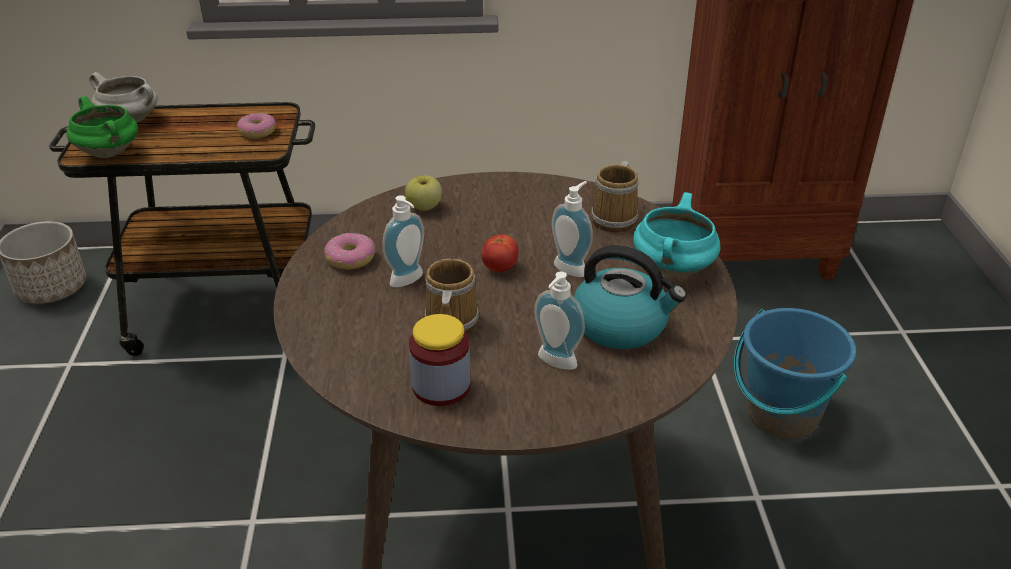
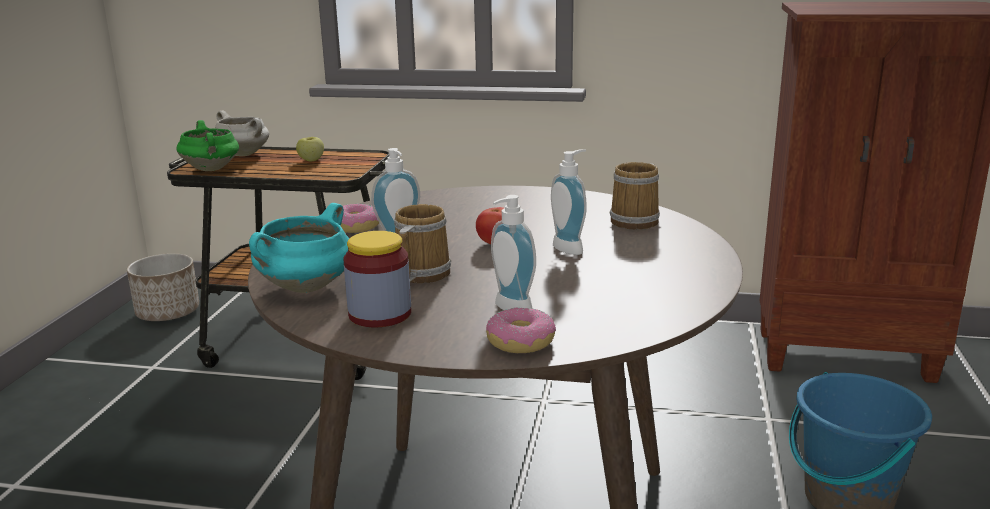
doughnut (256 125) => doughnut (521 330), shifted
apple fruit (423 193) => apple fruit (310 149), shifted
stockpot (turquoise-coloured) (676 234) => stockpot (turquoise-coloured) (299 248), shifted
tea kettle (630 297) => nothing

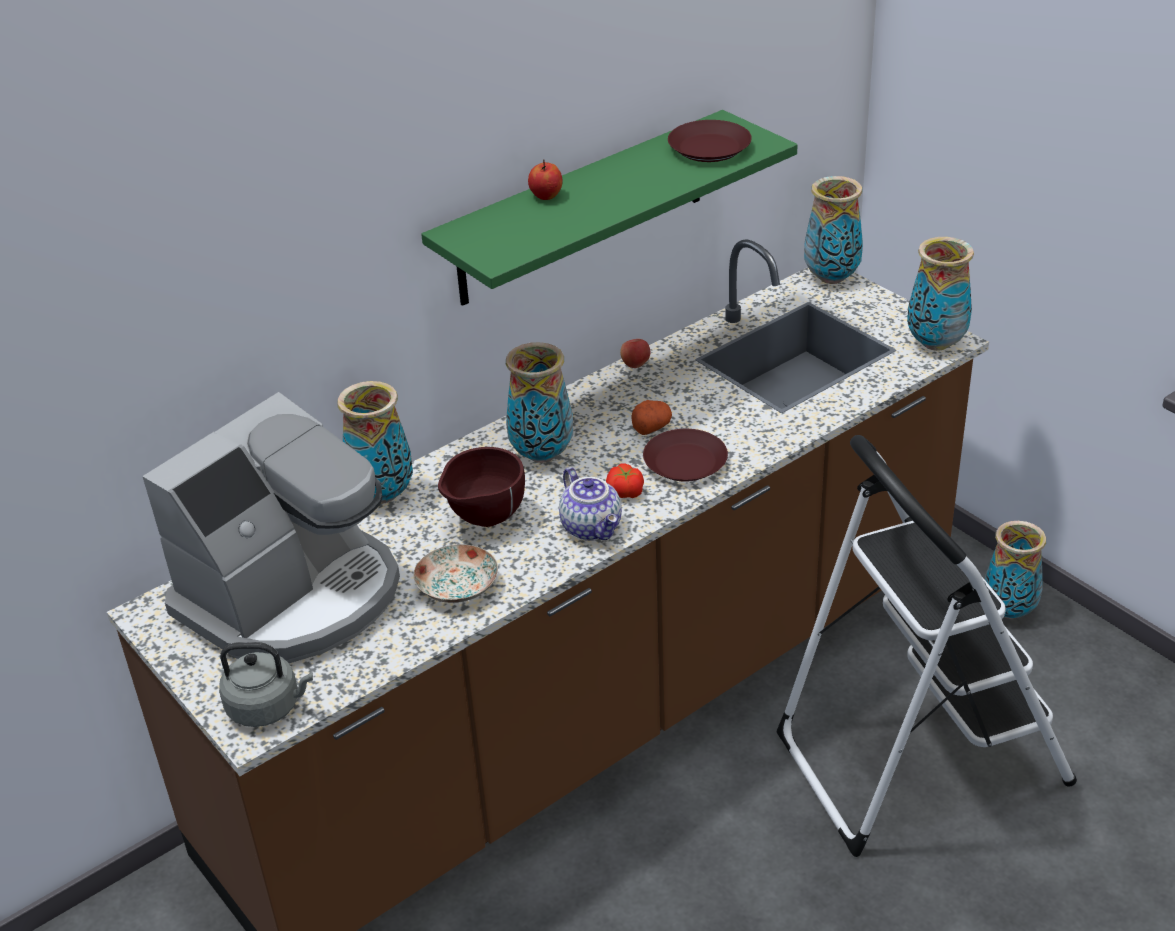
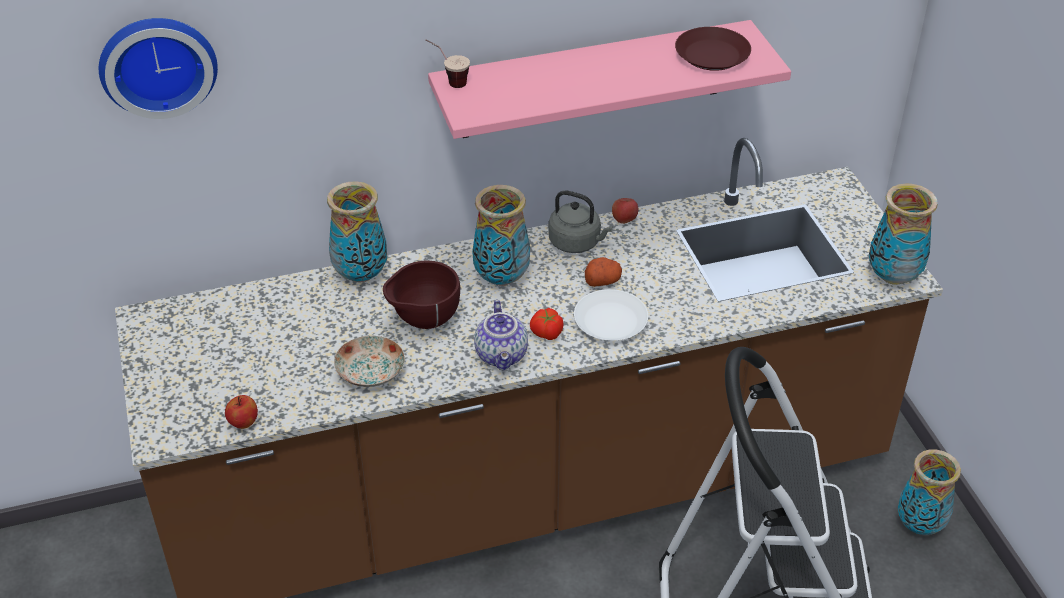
wall shelf (green-coloured) (609 208) => wall shelf (pink) (609 79)
apple fruit (545 179) => apple fruit (241 412), shifted
decorative vase (833 230) => nothing
coffee machine (271 527) => nothing
dinner plate (brown-coloured) (685 455) => dinner plate (whitish) (611 315)
tea kettle (grey) (266 684) => tea kettle (grey) (580 222), shifted
nothing => hanging clock (158 68)
nothing => drinking cup (448 63)

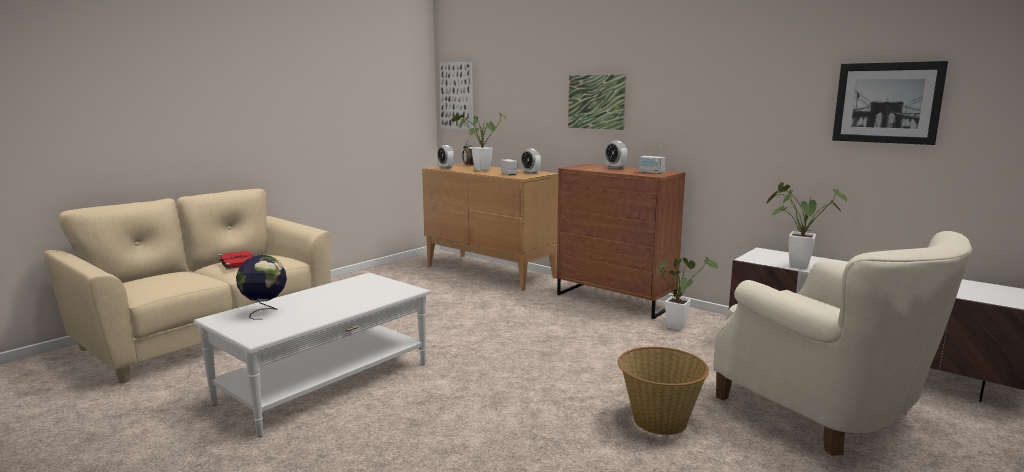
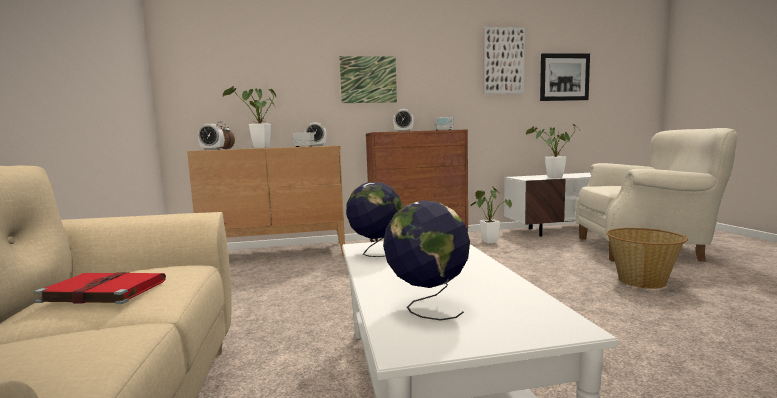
wall art (456 96) => wall art (504 60), shifted
nothing => desk globe (374 219)

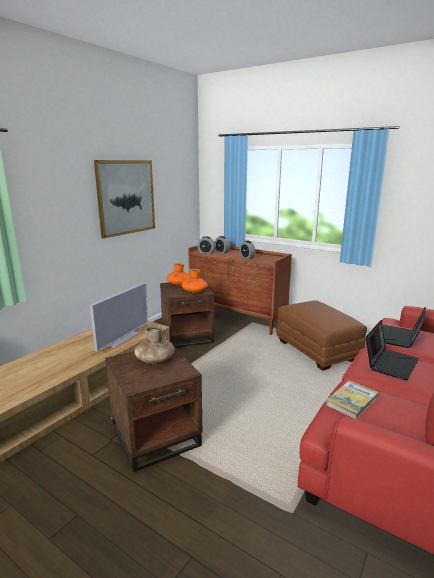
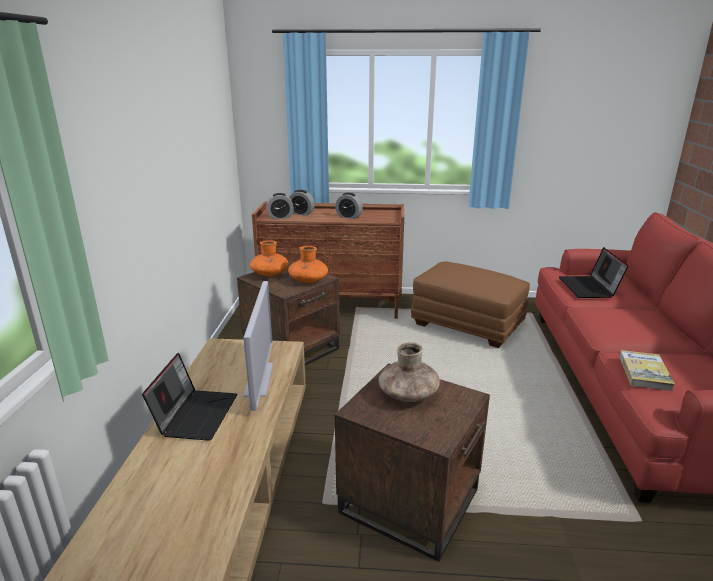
wall art (124 199) => nothing
laptop (392 350) => laptop (189 397), shifted

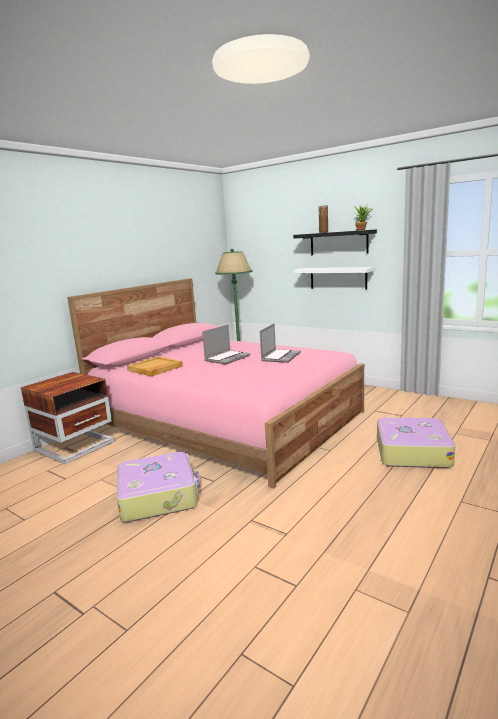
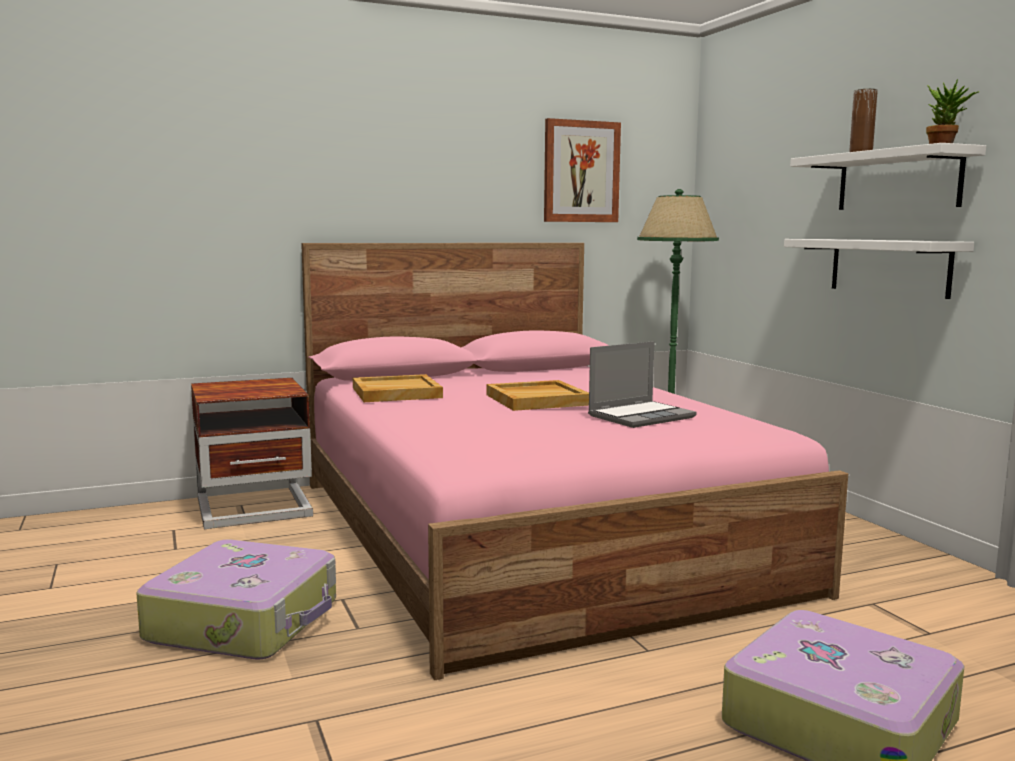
wall shelf (black-coloured) (335 242) => wall shelf (whitish) (888 176)
laptop (226 345) => tray (beige) (537 395)
nothing => wall art (582 170)

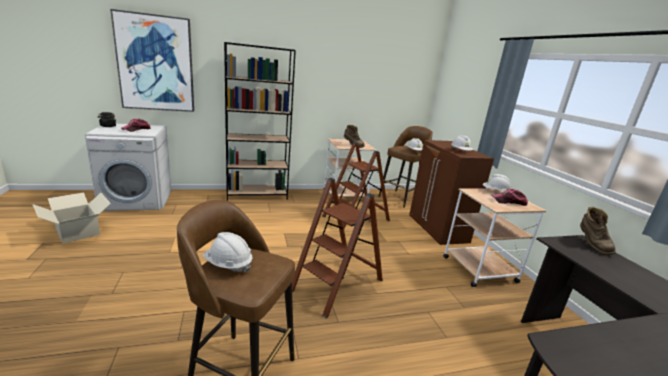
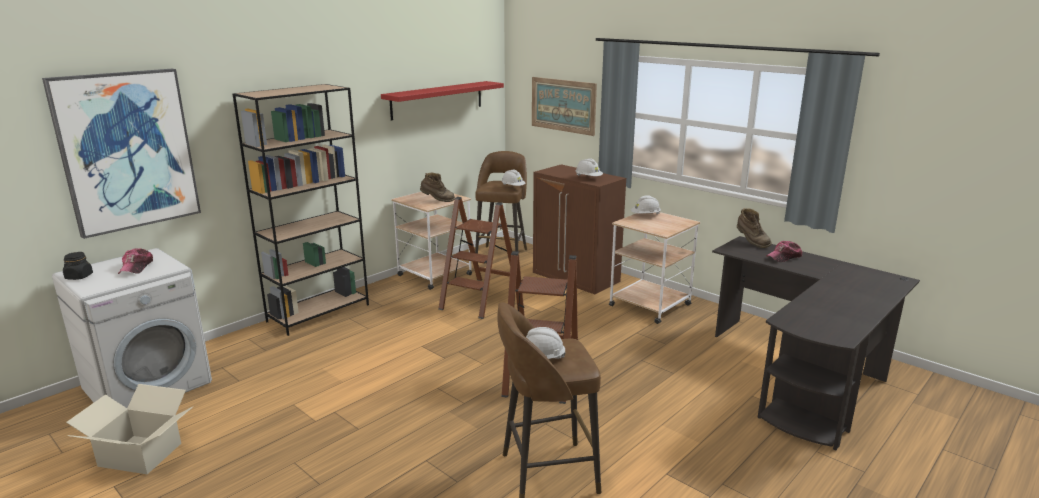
peaked cap (510 197) => peaked cap (784 251), shifted
nothing => wall art (564 106)
nothing => wall shelf (red-coloured) (442 101)

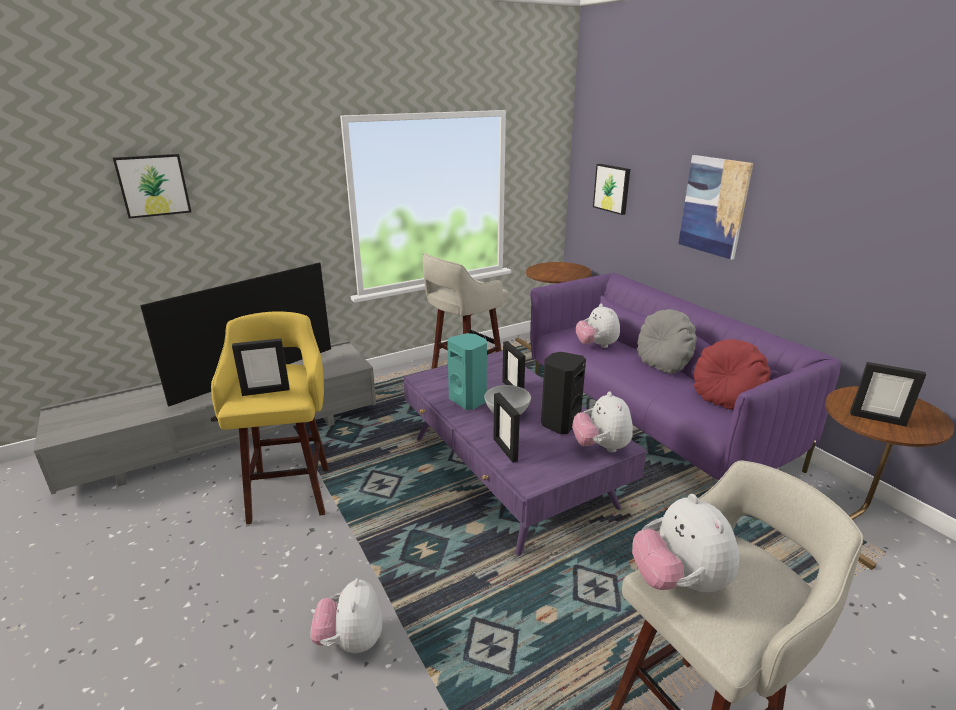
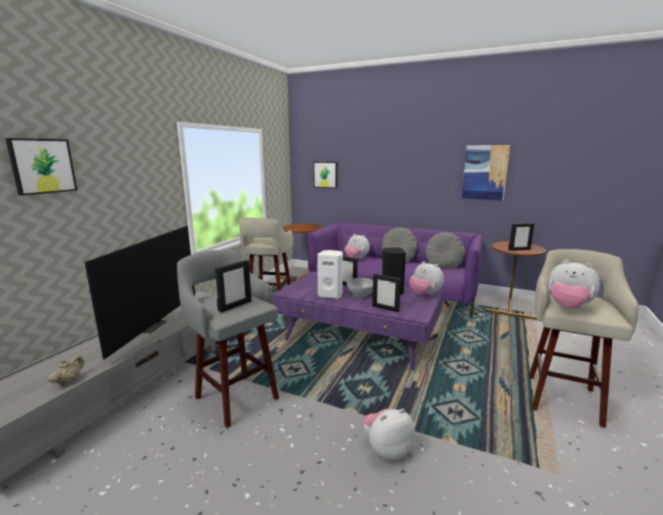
wall art (715 207) => wall art (486 172), shifted
stool (yellow-coloured) (270 417) => stool (grey) (228 338)
audio speaker (turquoise-coloured) (467 371) => audio speaker (whitish) (330 274)
throw pillow (red-coloured) (732 374) => throw pillow (grey) (445 250)
cuddly toy (346 615) => cuddly toy (389 434), 105 degrees clockwise
nothing => teapot (beige) (66 370)

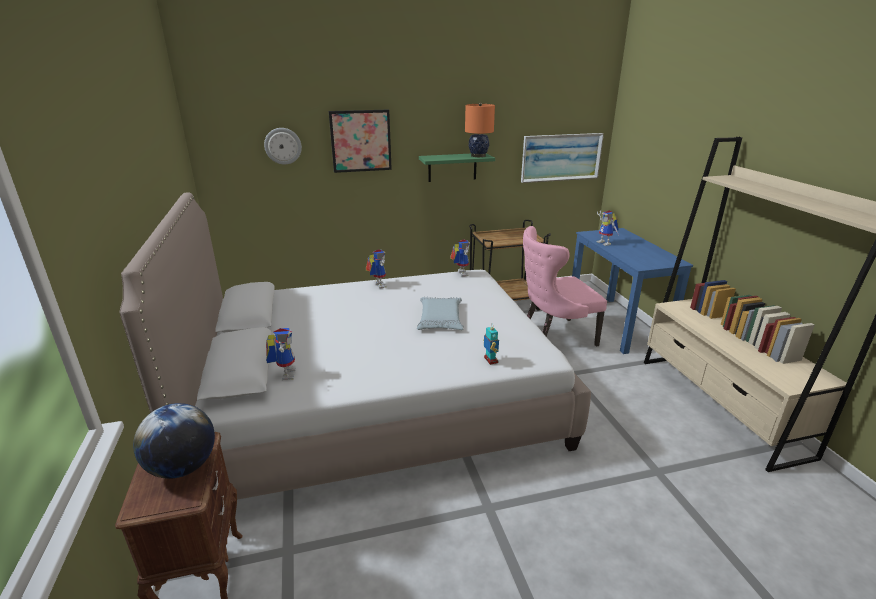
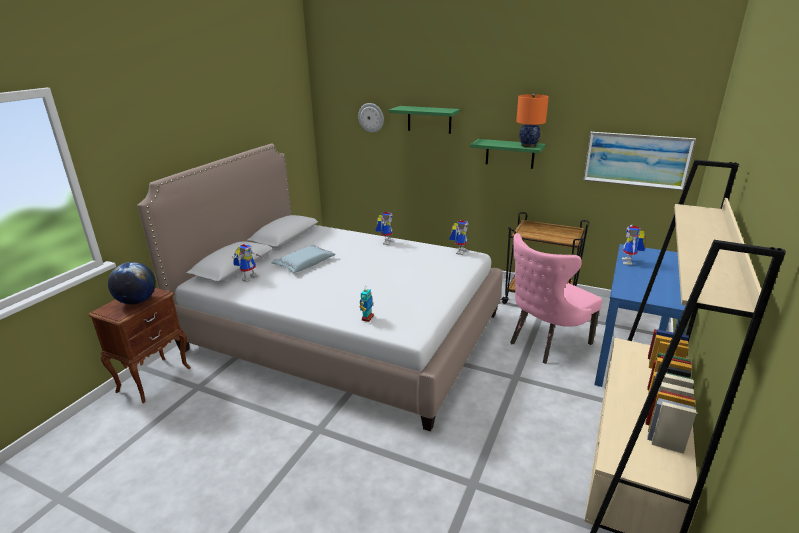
wall art (360 141) => wall shelf (green-coloured) (424 120)
plain chair (pink) (565 286) => plain chair (pink) (556 298), 60 degrees counterclockwise
throw pillow (bluish) (440 313) => throw pillow (bluish) (303 259), shifted

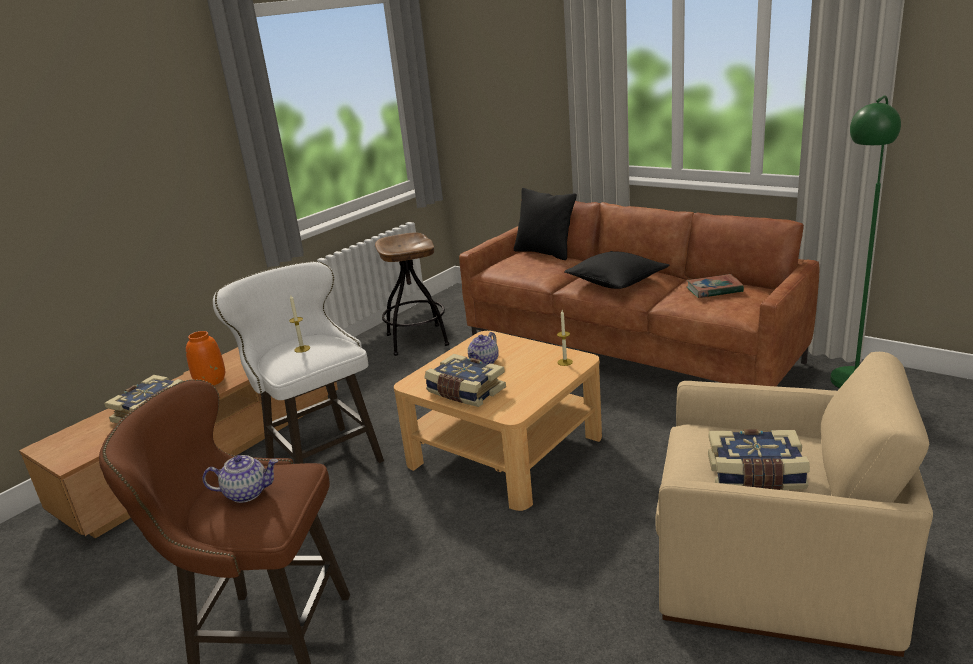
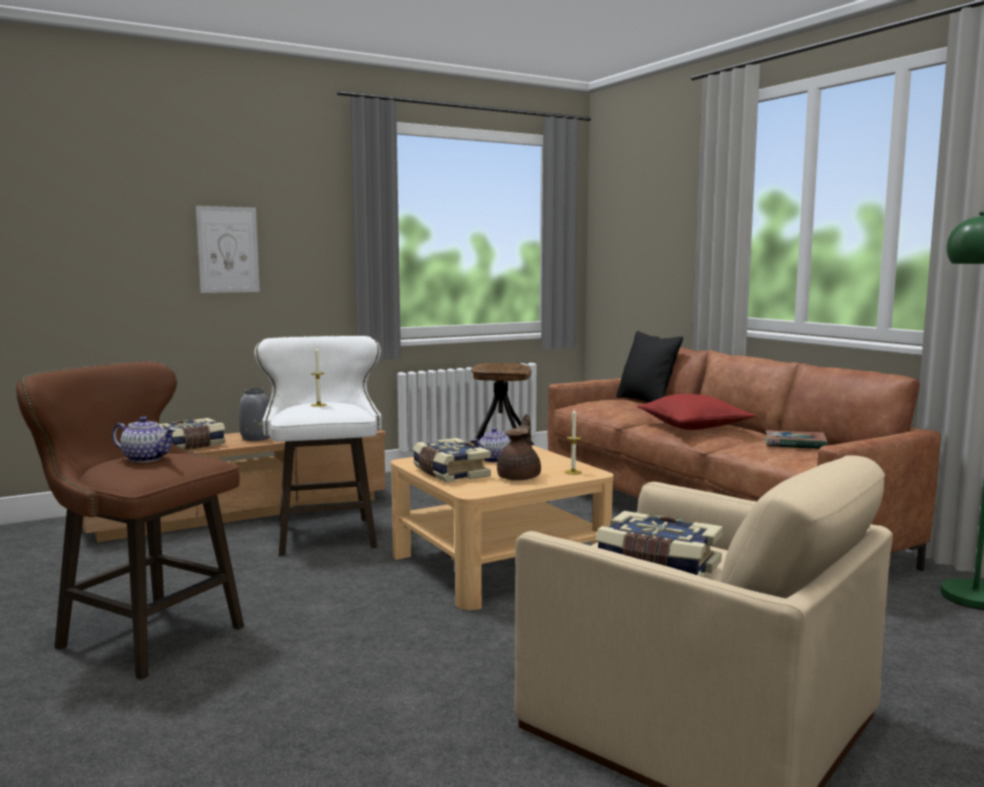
throw pillow (black-coloured) (616 270) => throw pillow (red-coloured) (696 412)
decorative vase (orange) (205 358) => decorative vase (grey) (254 414)
nothing => wall art (228 249)
nothing => teapot (brown-coloured) (519 447)

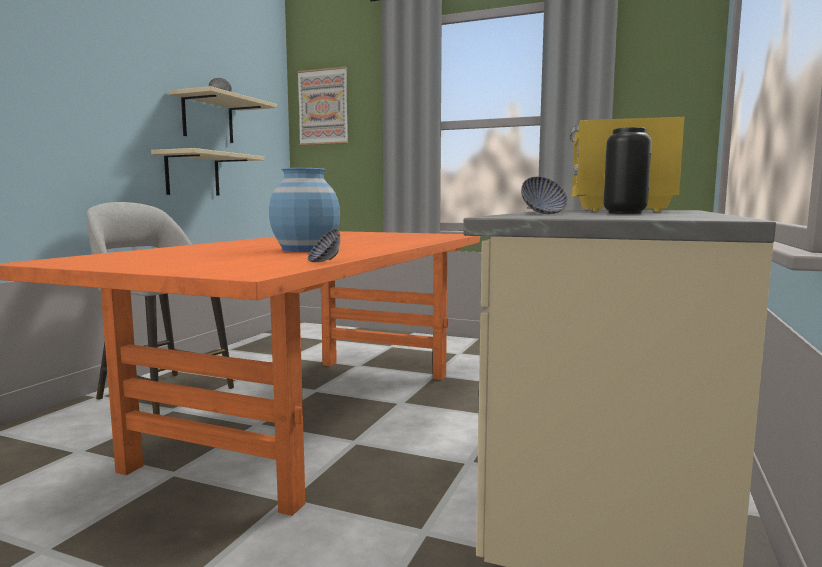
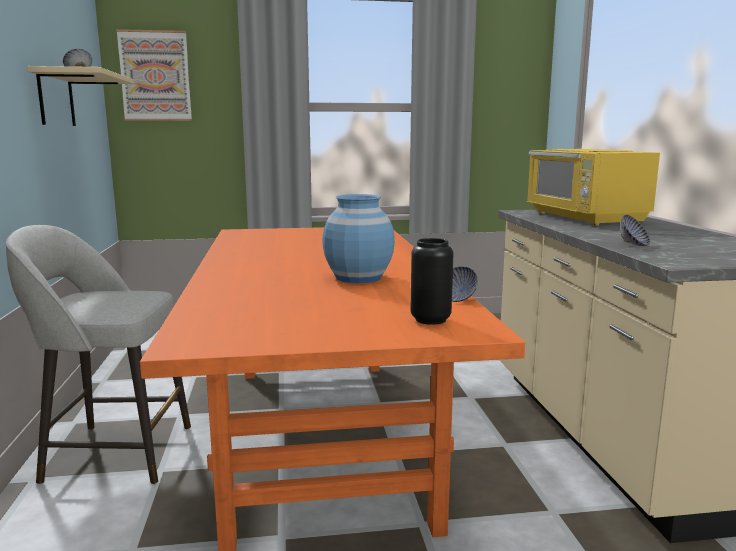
decorative vase (black-coloured) (627 170) => decorative vase (black-coloured) (432 281), shifted
wall shelf (beige) (207 171) => nothing

